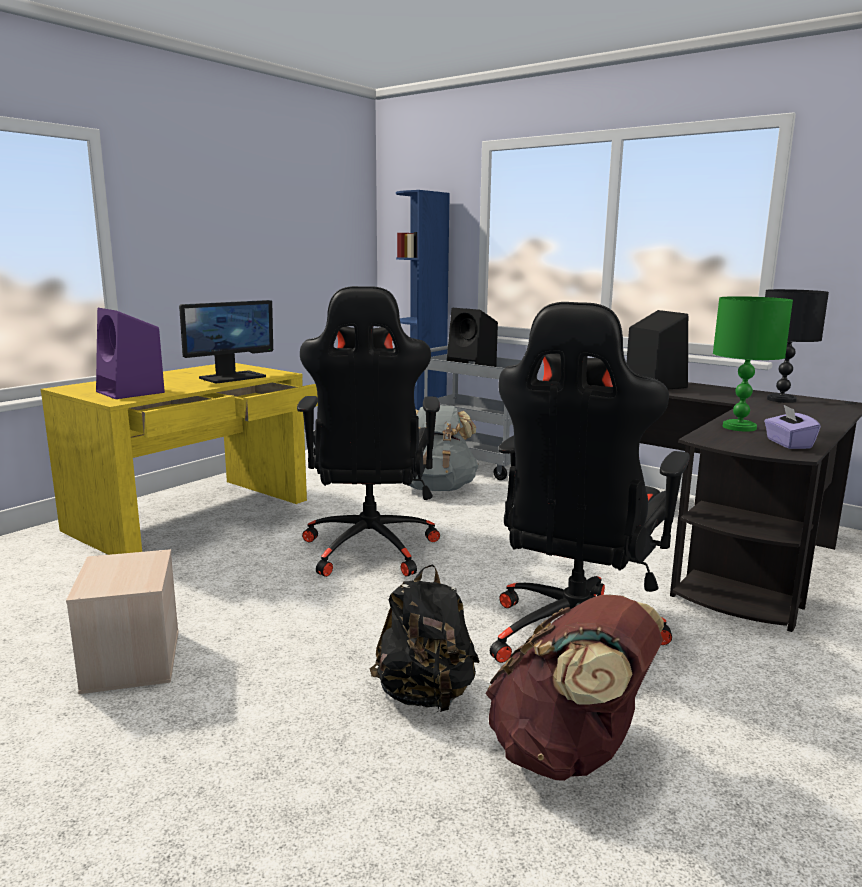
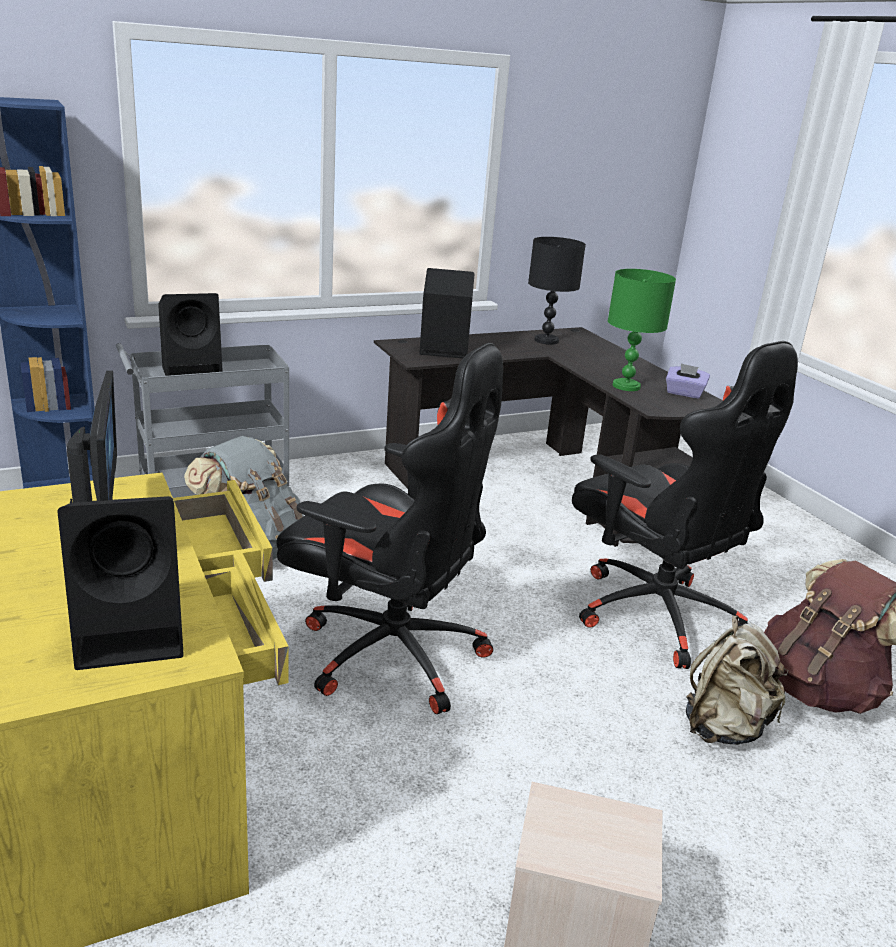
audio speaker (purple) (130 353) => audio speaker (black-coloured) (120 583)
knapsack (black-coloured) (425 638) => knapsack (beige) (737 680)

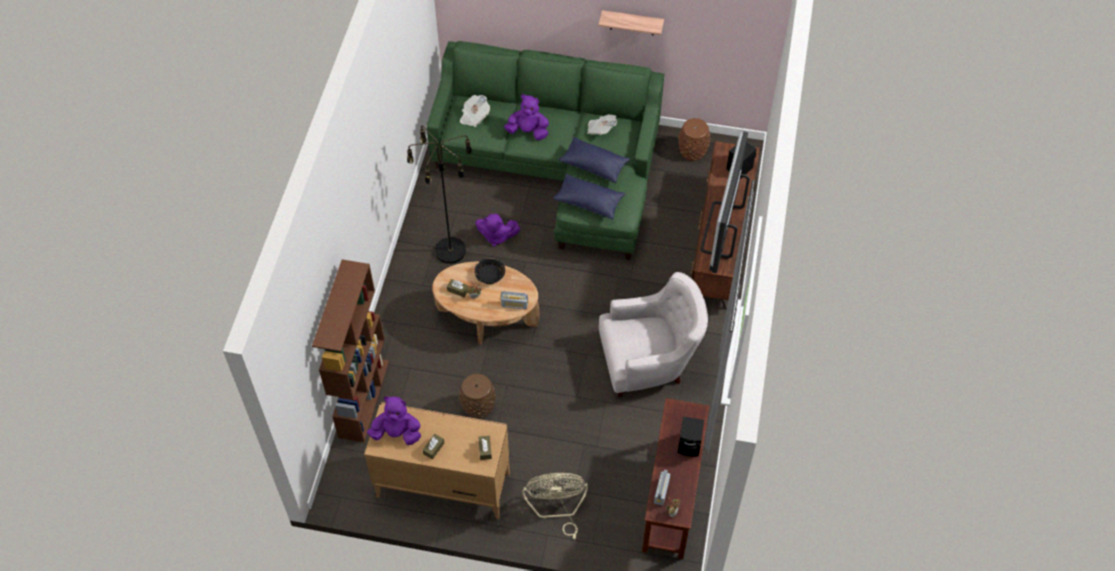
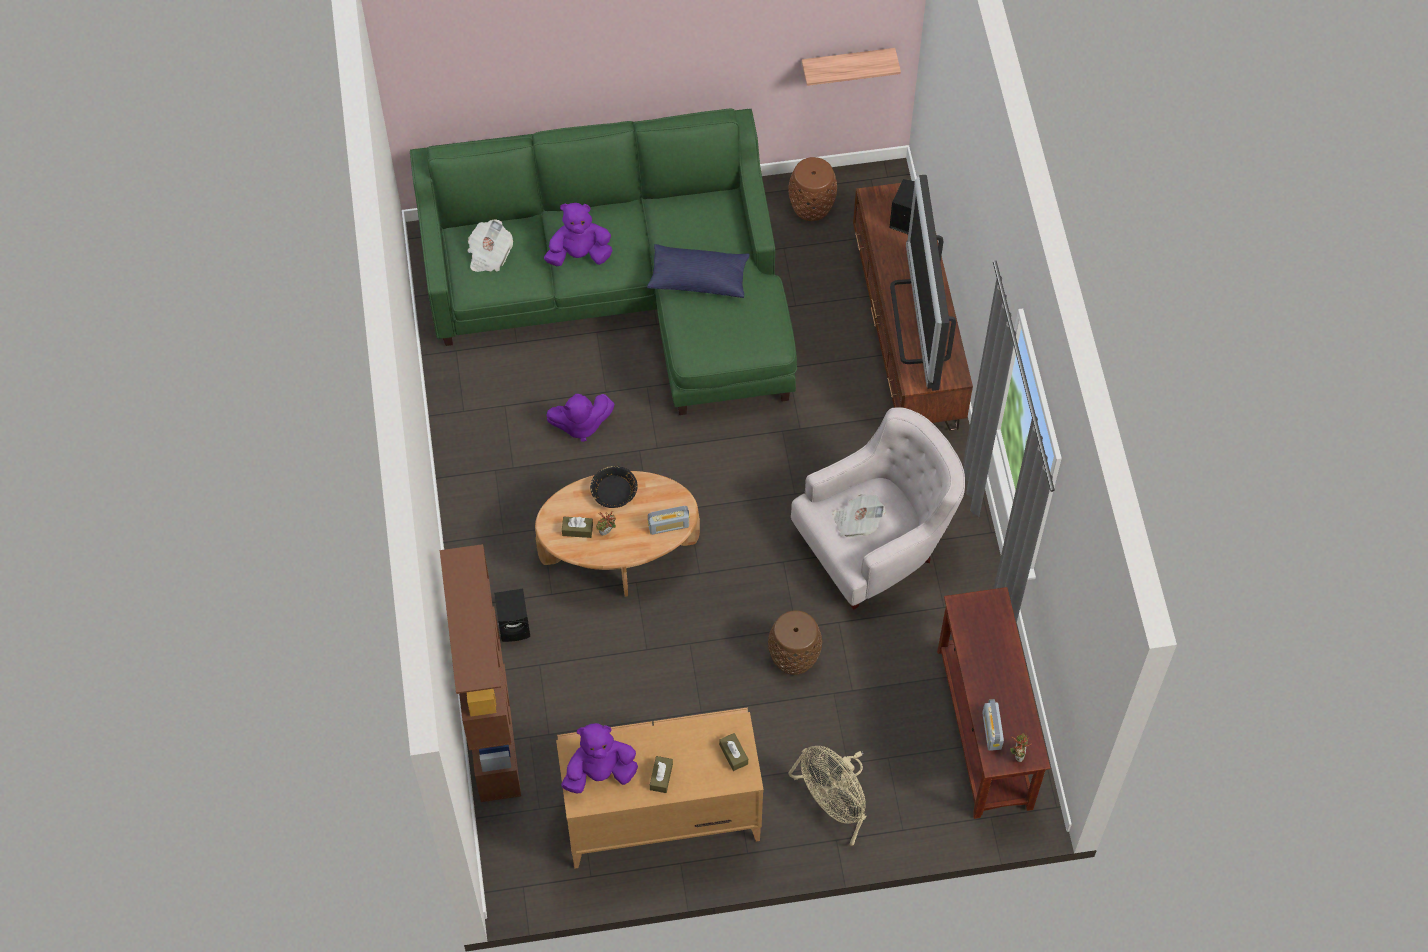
wall shelf (631 22) => wall shelf (851 67), shifted
newspaper (602 124) => newspaper (858 515), shifted
standard lamp (439 195) => nothing
throw pillow (bluish) (589 196) => nothing
stool (brown-coloured) (477 396) => stool (brown-coloured) (795 642), shifted
audio speaker (black-coloured) (691 436) => audio speaker (black-coloured) (512 615), shifted
electric fan (beige) (555 506) => electric fan (beige) (828 796), 105 degrees counterclockwise

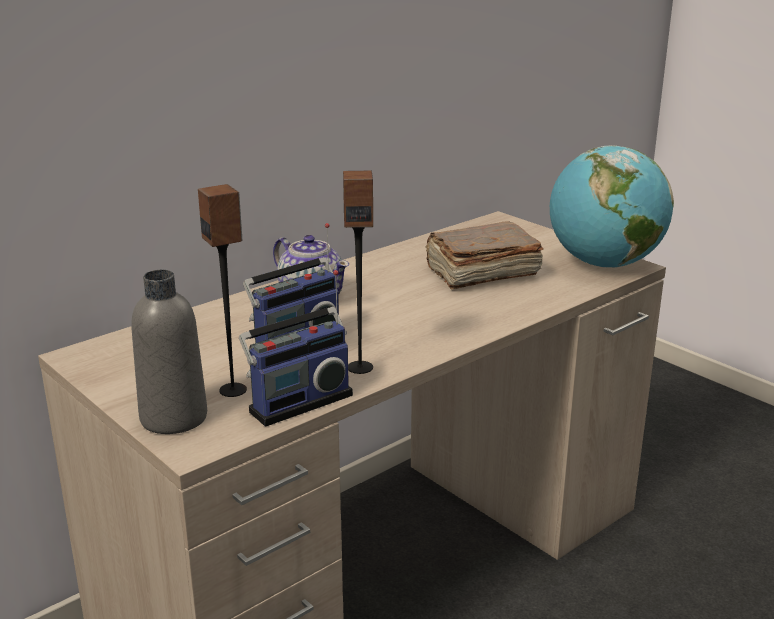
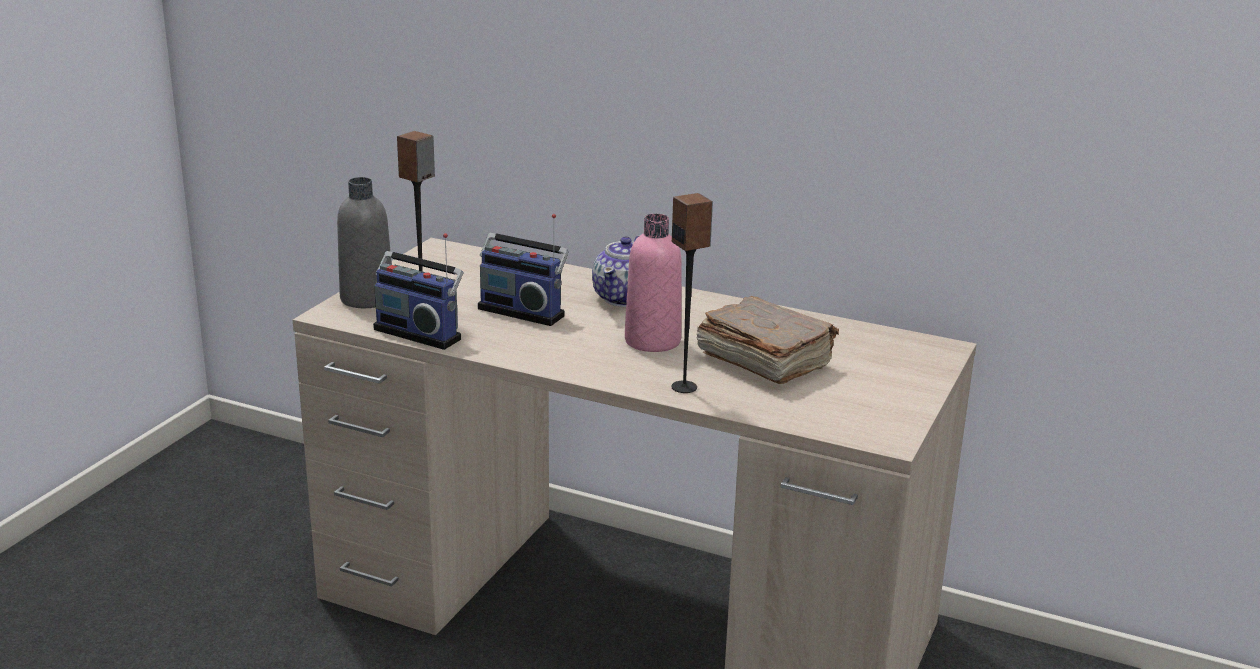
desk globe (612 207) => nothing
audio speaker (358 272) => audio speaker (692 293), shifted
nothing => beverage bottle (pink) (653 283)

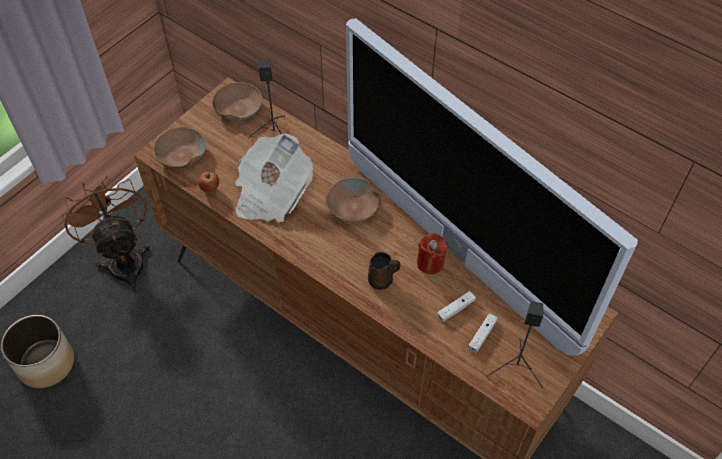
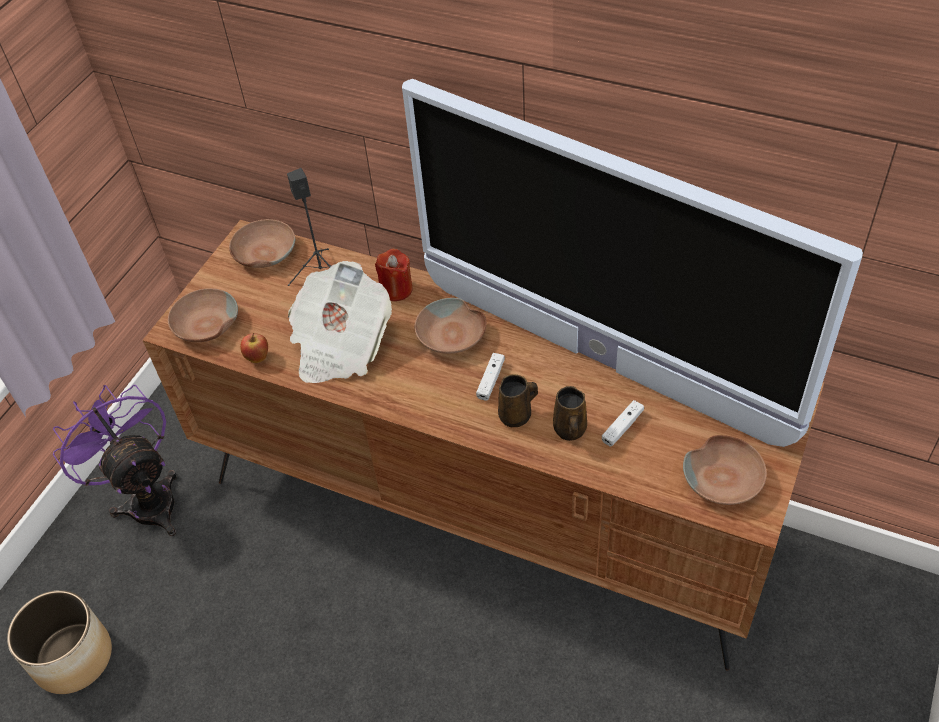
electric fan (brown-coloured) (106 234) => electric fan (purple) (115 460)
wax candle (red-coloured) (432 253) => wax candle (red-coloured) (394 275), shifted
audio speaker (black-coloured) (514 344) => bowl (brown-coloured) (725 470)
gamepad (whitish) (483 333) => gamepad (whitish) (490 377), shifted
nothing => tea mug (brown-coloured) (570 413)

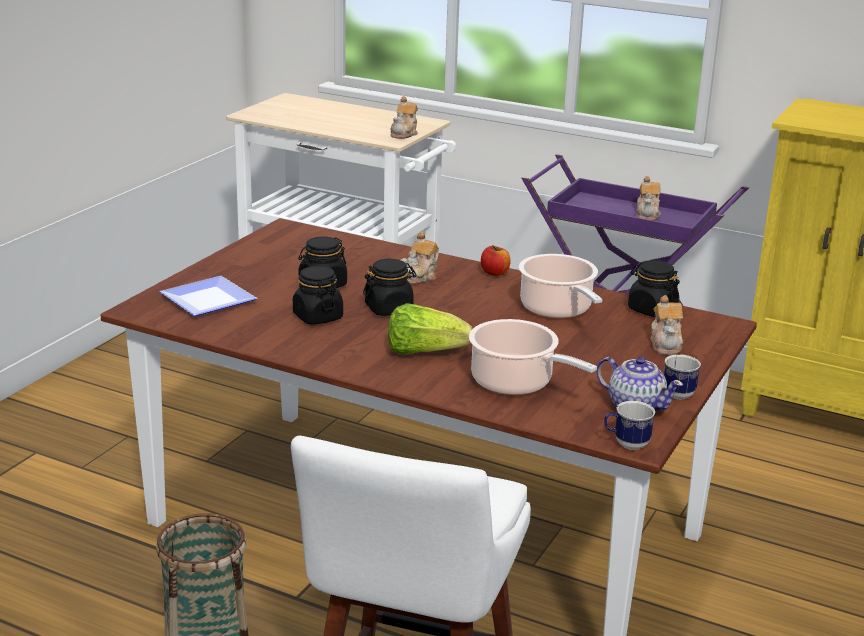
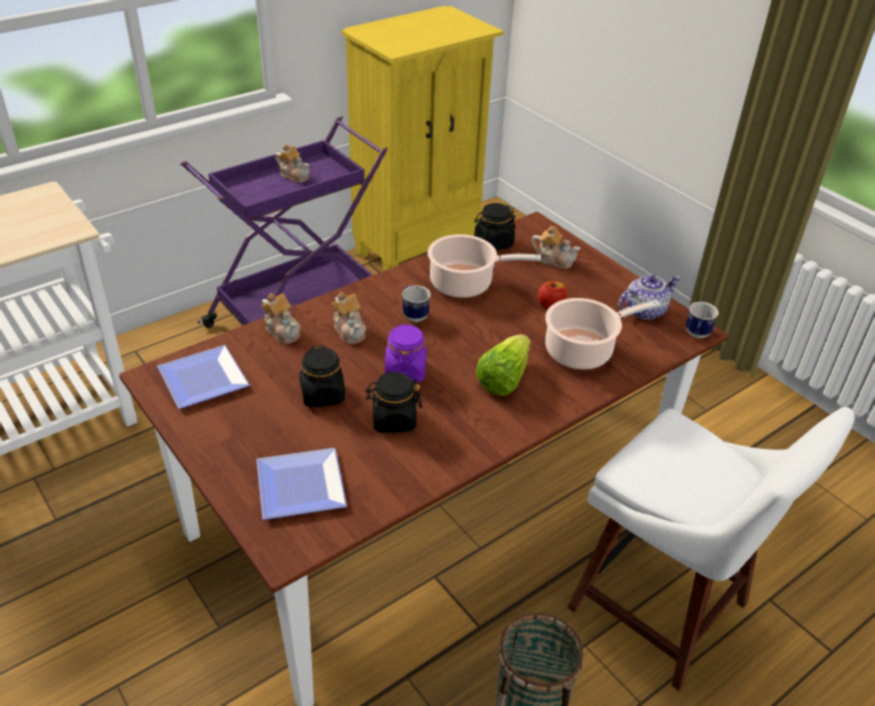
teapot (404 117) => teapot (281 318), shifted
apple fruit (496 260) => apple fruit (552 295), shifted
jar (black-coloured) (390 287) => jar (purple) (406 353)
tea mug (682 376) => tea mug (416 303), shifted
nothing => dinner plate (203 377)

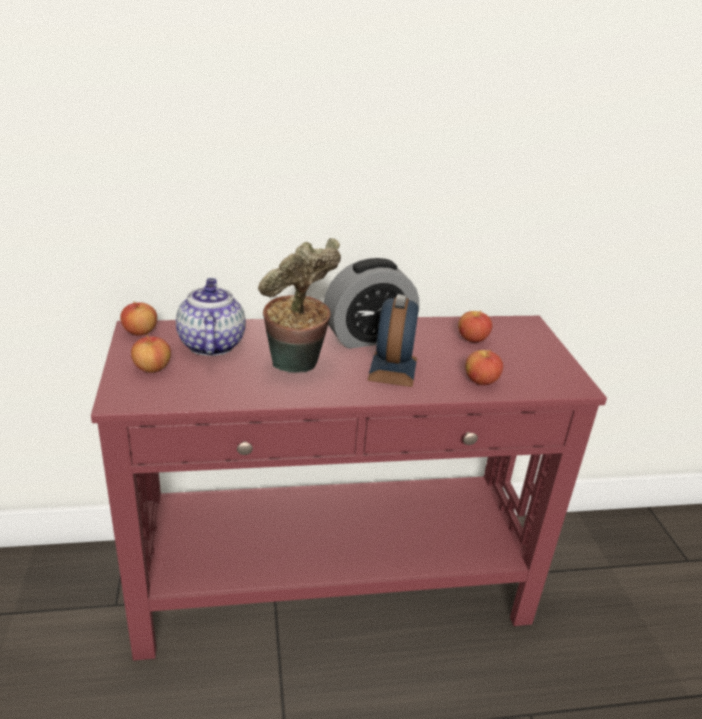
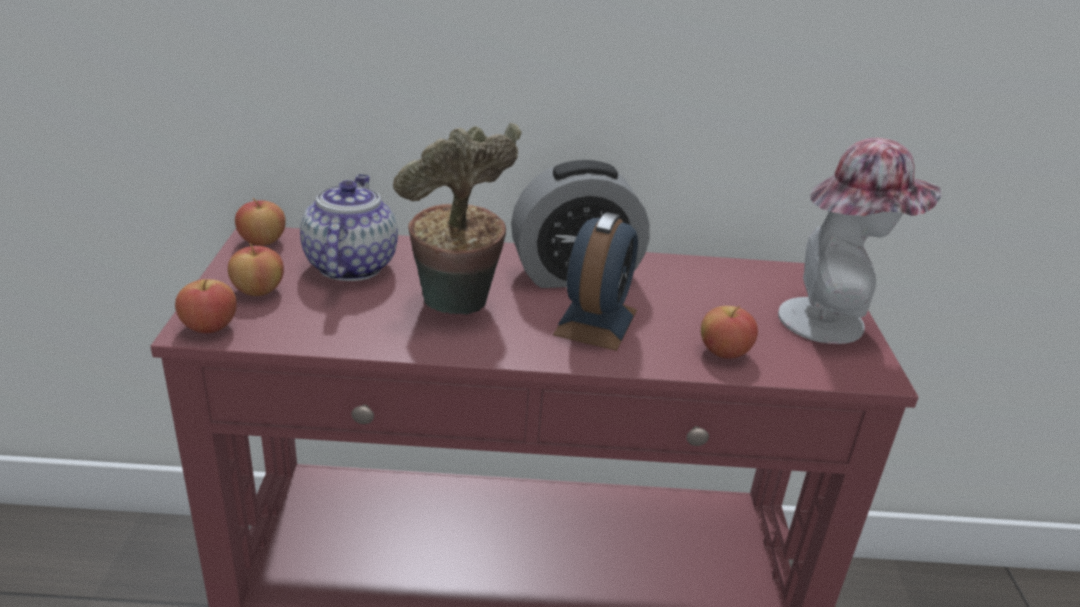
apple fruit (475 326) => apple fruit (206 306), shifted
nothing => hat (860 241)

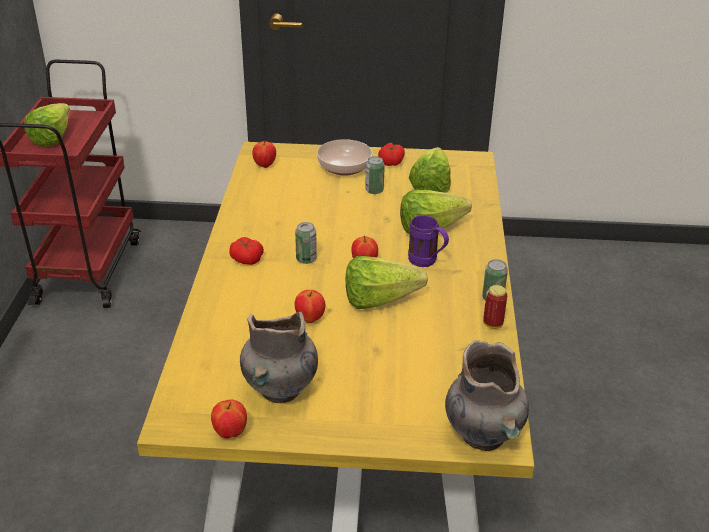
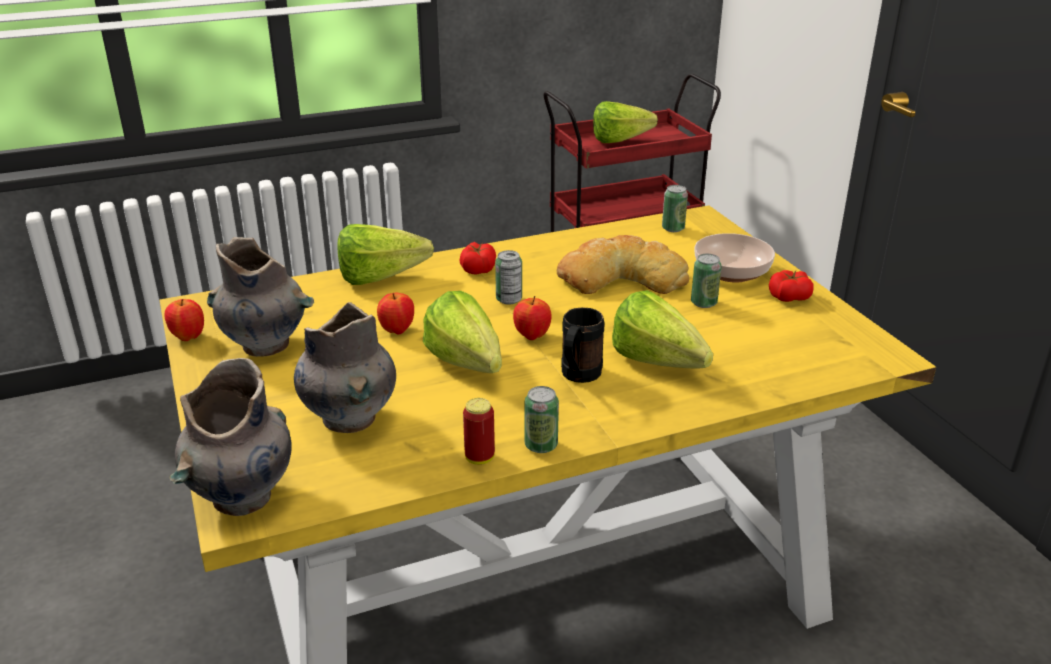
apple fruit (264 154) => metal can (675 208)
lettuce head (430 170) => lettuce head (385 254), shifted
tea mug (purple) (428 241) => tea mug (black-coloured) (583 345)
nothing => bread (623 264)
nothing => decorative vase (grey) (345 367)

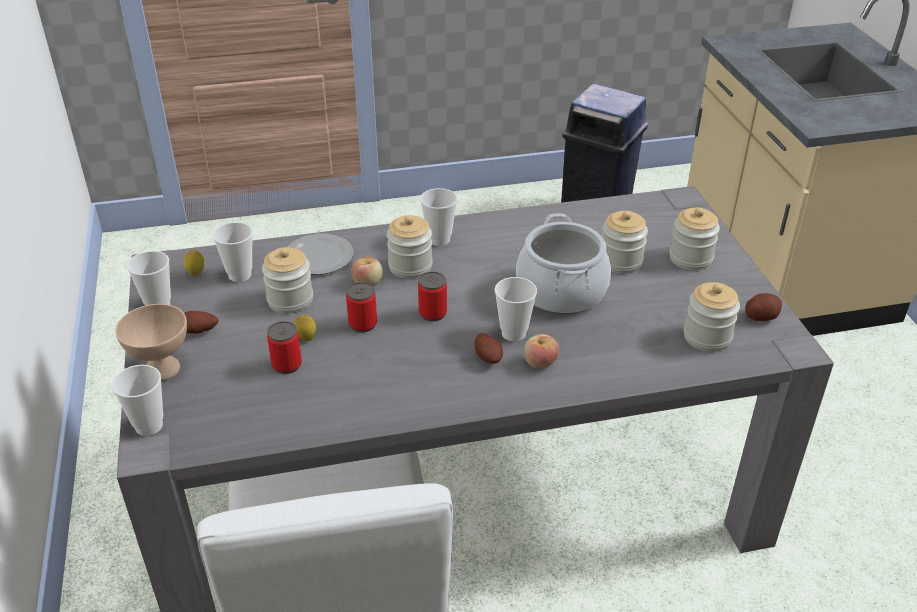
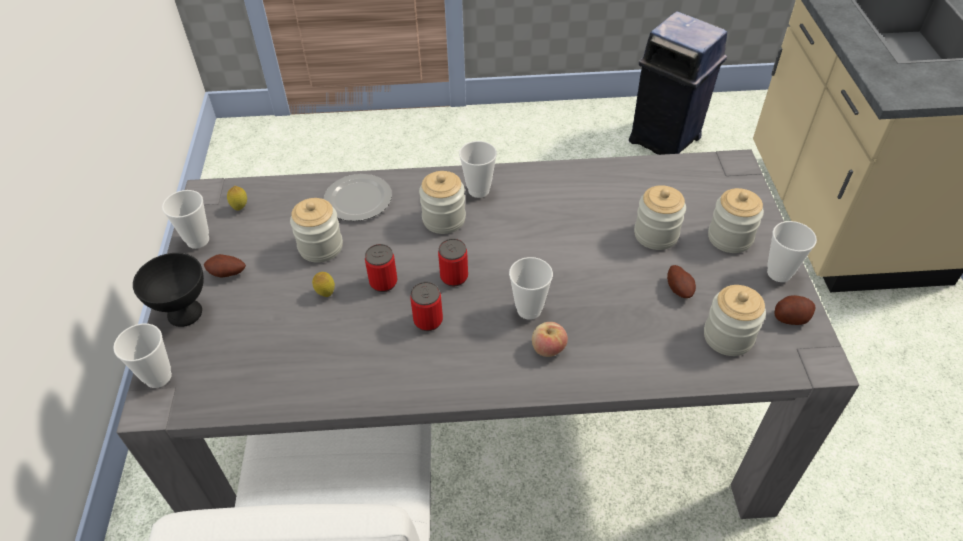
stockpot (563 264) => nothing
drinking cup (233 252) => drinking cup (792 251), shifted
apple fruit (367 271) => nothing
bowl (beige) (151 342) => bowl (black-coloured) (168 290)
metal can (284 347) => metal can (426 306), shifted
whole potato (489 348) => whole potato (681 281), shifted

